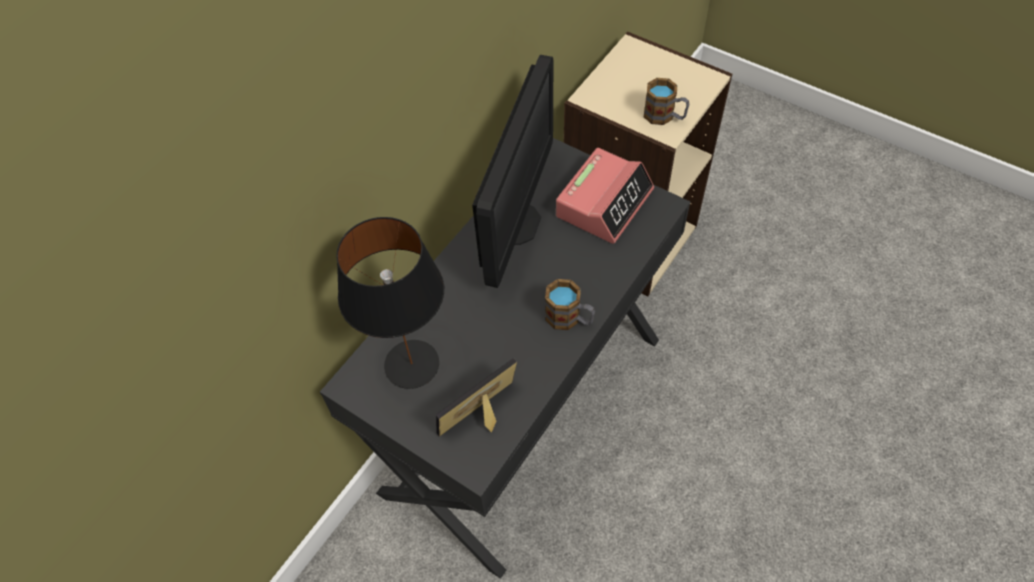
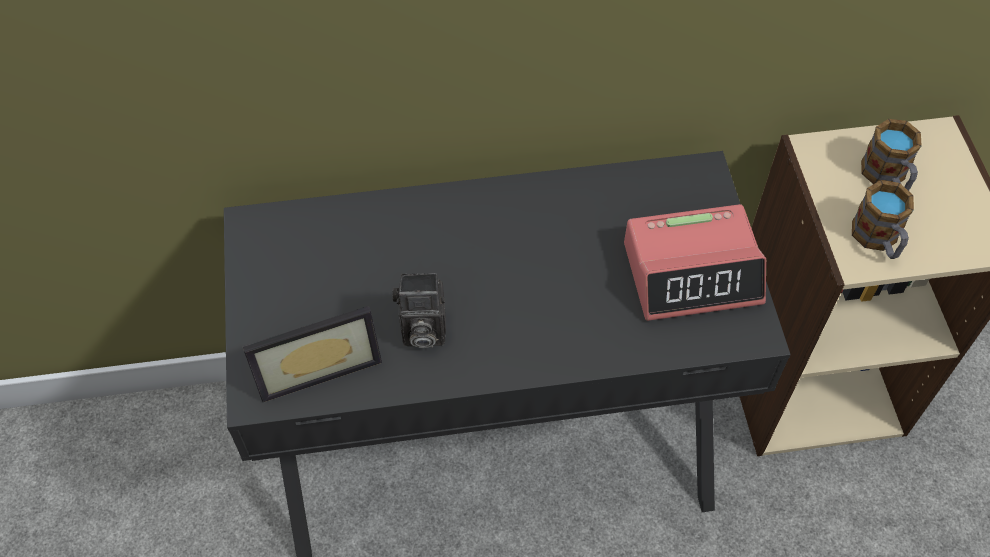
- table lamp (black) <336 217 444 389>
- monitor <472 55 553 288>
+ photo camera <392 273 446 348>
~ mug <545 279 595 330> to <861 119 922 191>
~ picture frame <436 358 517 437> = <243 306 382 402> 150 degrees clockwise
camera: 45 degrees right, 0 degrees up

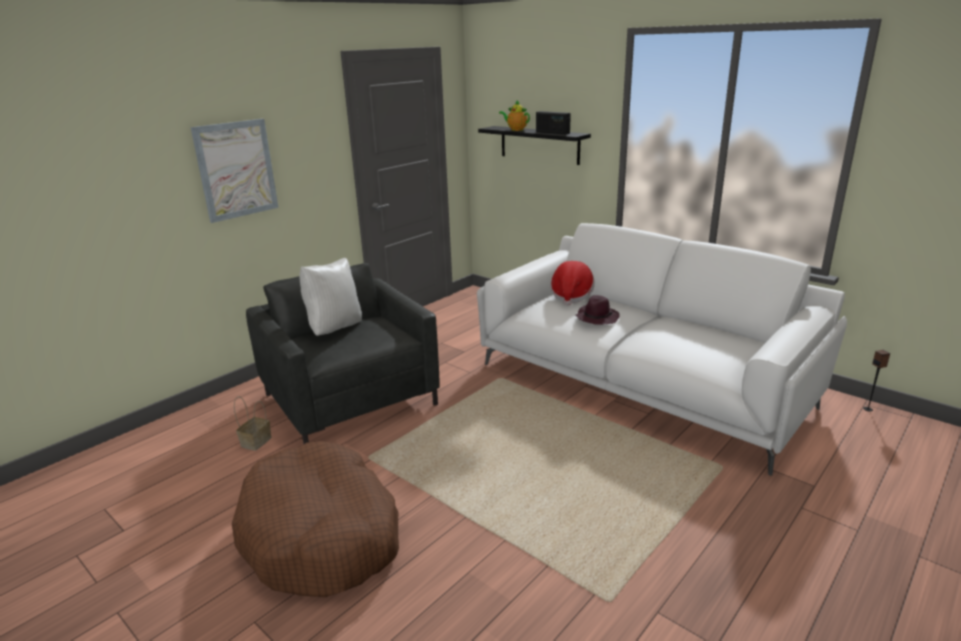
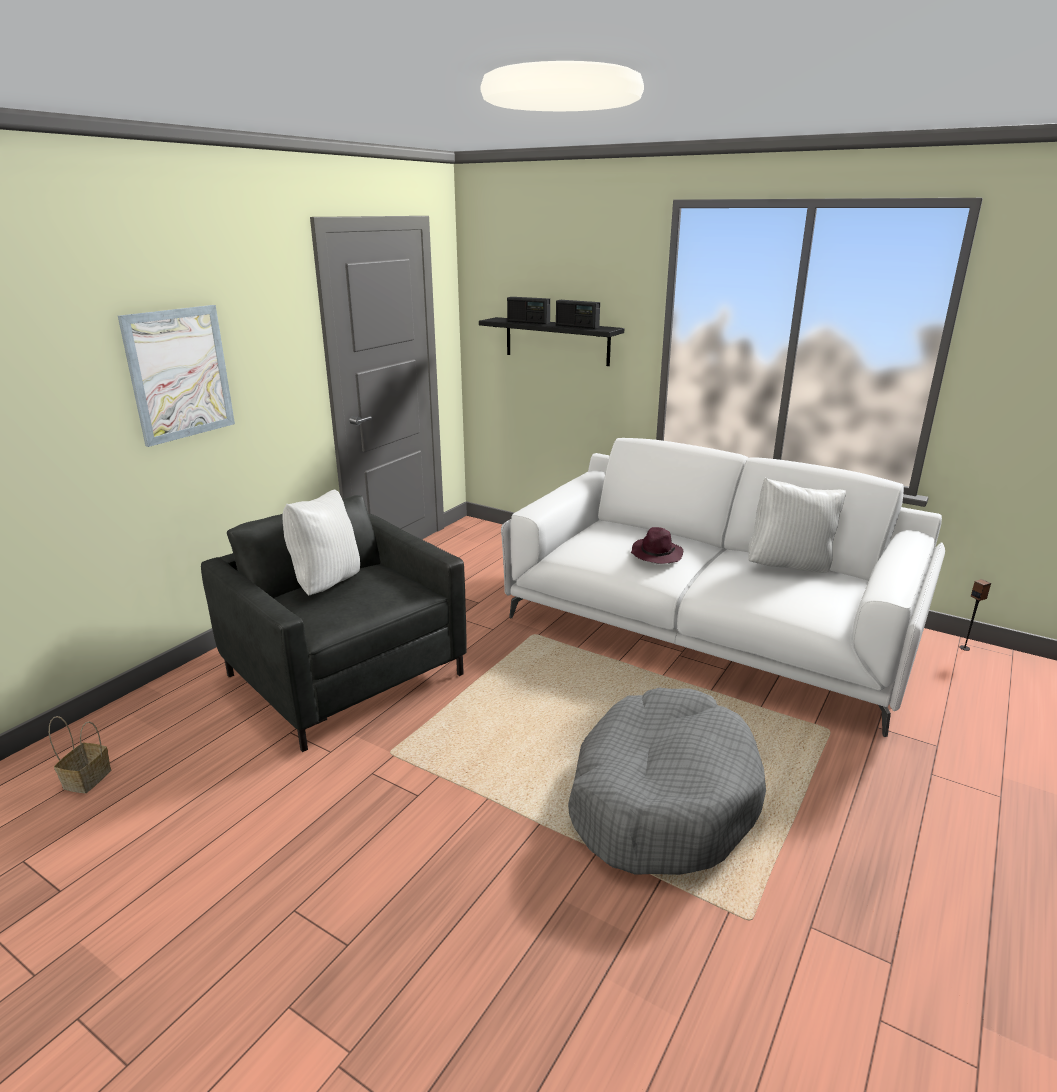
- dog bed (brown) <232 441 399 597>
- hat <551 261 594 305>
+ dog bed (grey) <568 688 766 875>
+ pillow (white) <748 478 846 573>
~ basket <234 396 272 451> to <49 716 111 793>
~ teapot <499 100 530 131> to radio <507 297 550 324>
camera: 10 degrees left, 0 degrees up

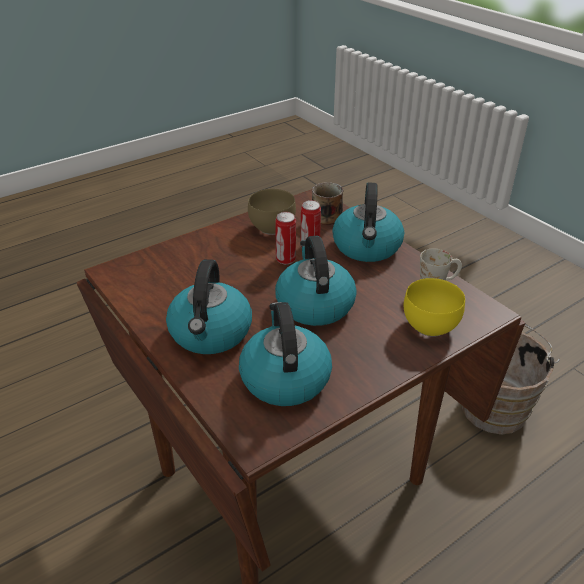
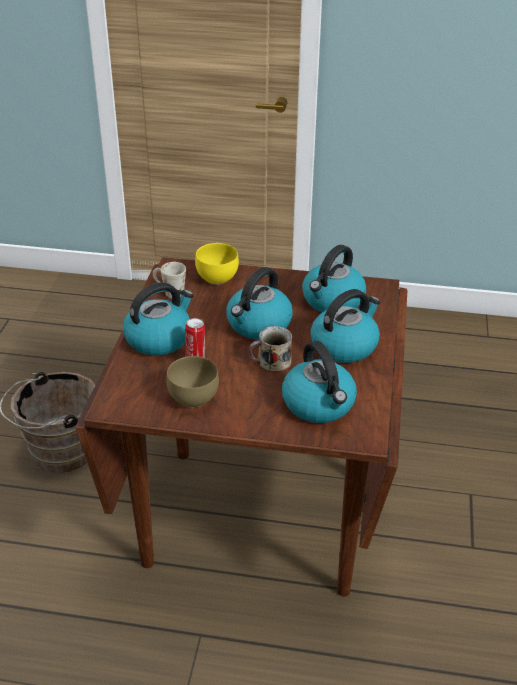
- can <275 212 296 264>
+ kettle <282 341 357 423>
~ mug <312 182 343 225> to <249 326 292 372>
camera: 135 degrees left, 0 degrees up

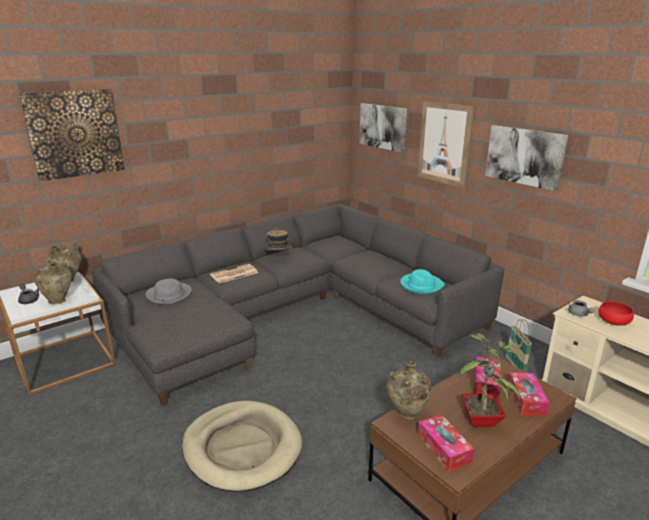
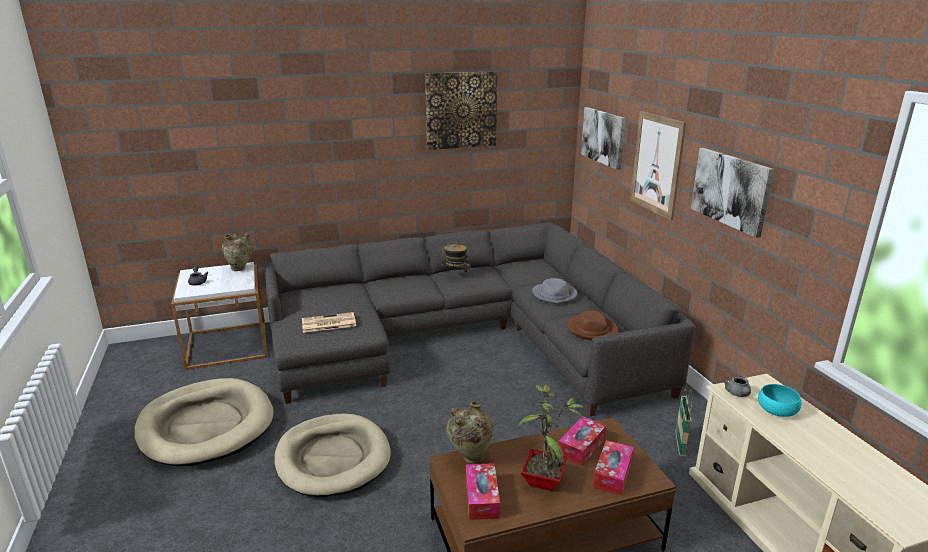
- vase (beige) <34 259 72 304>
+ dog bed (beige) <135 378 274 466>
~ picture <19 89 125 181> to <425 71 498 150>
~ hat (grey) <145 278 192 305> to <532 278 577 305>
~ newspaper <210 264 258 283> to <302 312 356 333>
~ hat (turquoise) <400 269 445 294> to hat (brown) <567 310 619 340>
~ bowl (red) <598 301 634 326> to bowl (turquoise) <758 384 801 417>
camera: 20 degrees right, 0 degrees up

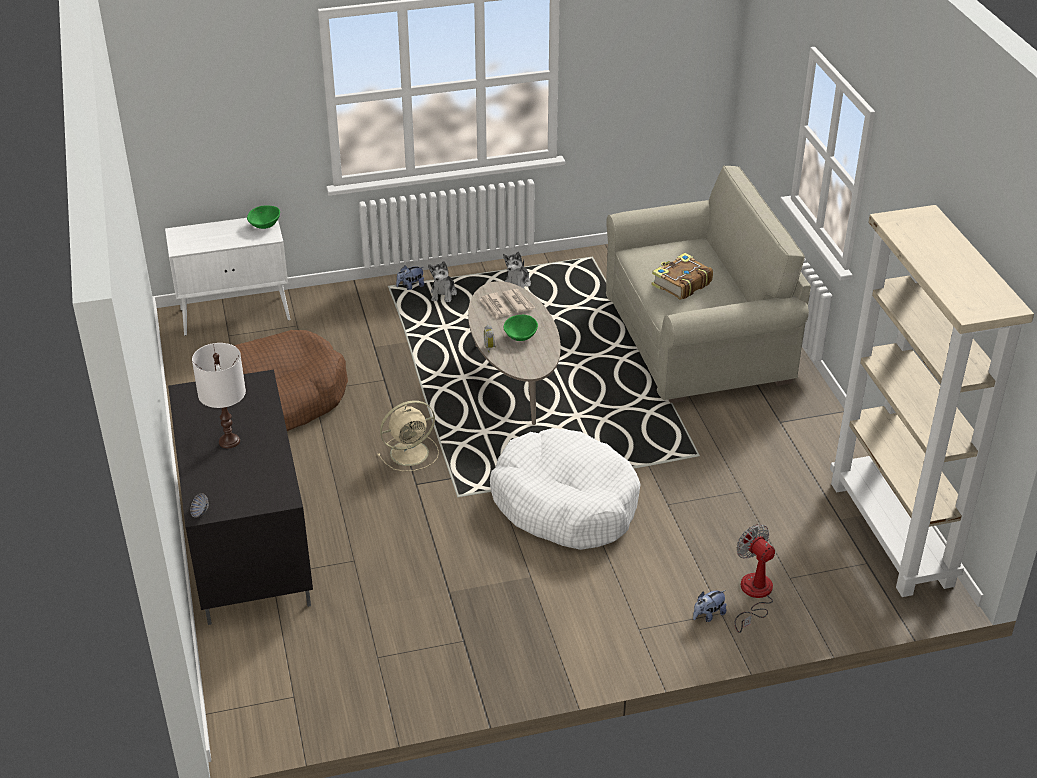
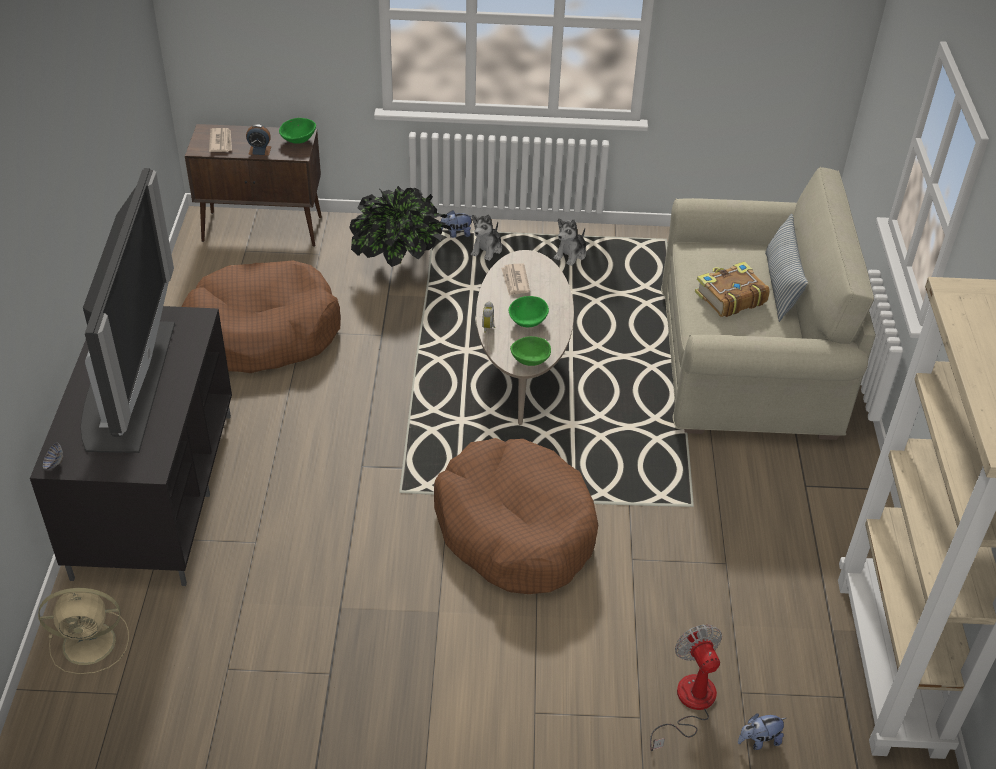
+ alarm clock <246 124 272 156>
+ potted plant <349 186 451 267>
+ bowl (green) <510 336 551 366>
+ pillow <765 214 808 322>
~ fan (beige) <378 400 439 472> to <38 588 129 674>
~ newspaper <503 289 535 313> to <209 128 232 152>
~ plush toy <693 590 727 622> to <738 713 786 750>
~ table lamp (white) <192 343 246 448> to television <80 168 175 453>
~ cabinet (white) <165 218 290 336> to cabinet (brown) <185 124 322 247>
~ dog bed (white) <490 428 640 550> to dog bed (brown) <434 438 598 594>
camera: 15 degrees right, 5 degrees up

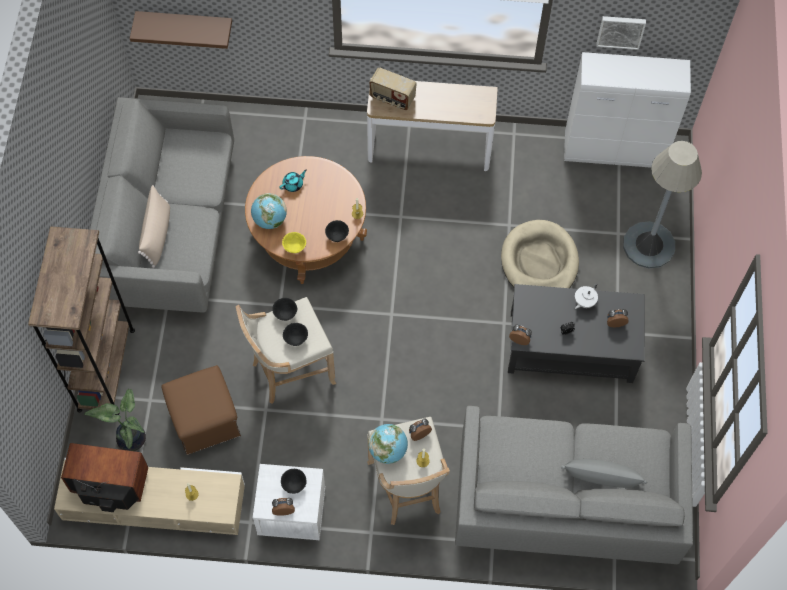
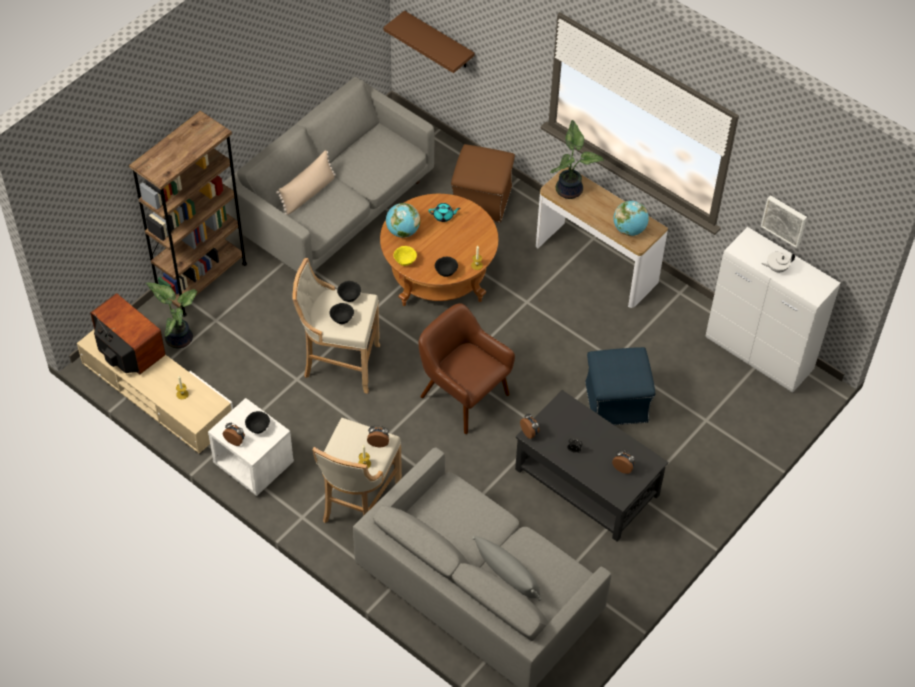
- floor lamp (grey) <623 141 702 269>
+ armchair (brown) <419 303 515 434>
~ ottoman (brown) <161 365 241 455> to <451 144 515 223>
~ globe <368 424 408 464> to <614 201 649 236>
~ teapot (white) <575 284 598 309> to <762 252 795 272>
~ radio <369 67 417 110> to potted plant <550 120 604 199>
~ dog bed (beige) <501 220 579 288> to ottoman (blue) <585 347 655 425>
camera: 35 degrees right, 10 degrees down

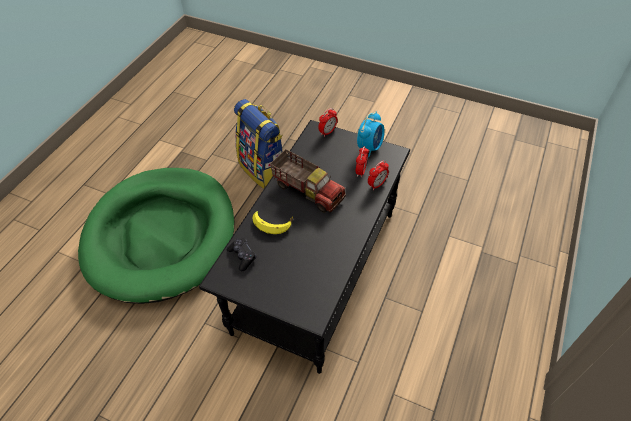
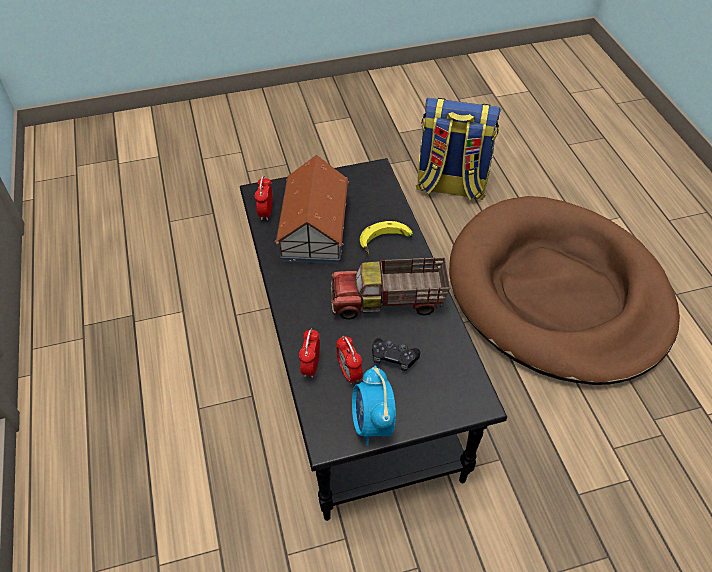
+ toy house <275 155 349 264>
~ game controller (black) <227 238 256 271> to <372 338 420 371>
~ backpack <234 99 282 189> to <416 98 501 201>
~ alarm clock <318 108 337 137> to <254 176 273 220>
~ dog bed (green) <78 168 235 304> to dog bed (brown) <449 196 680 385>
camera: 140 degrees right, 0 degrees up

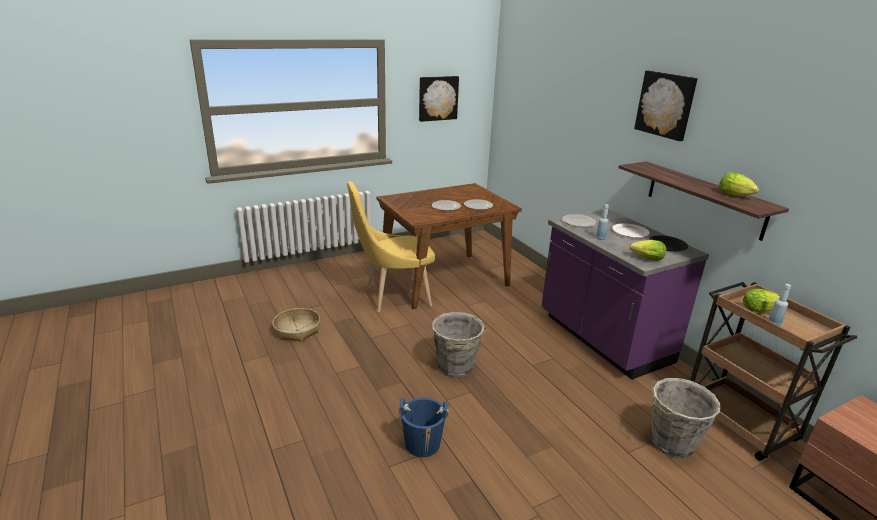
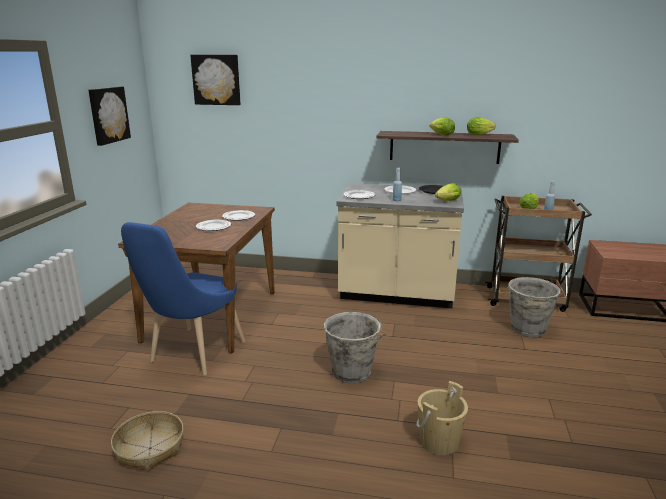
+ lettuce <430 117 455 136>
~ picture <634 71 698 141> to <190 55 241 105>
~ chair (yellow) <347 181 435 312> to chair (blue) <121 222 245 375>
~ bucket (blue) <399 397 449 457> to bucket (beige) <417 381 468 455>
~ counter (purple) <541 209 709 380> to counter (beige) <336 183 464 308>
camera: 50 degrees left, 5 degrees down

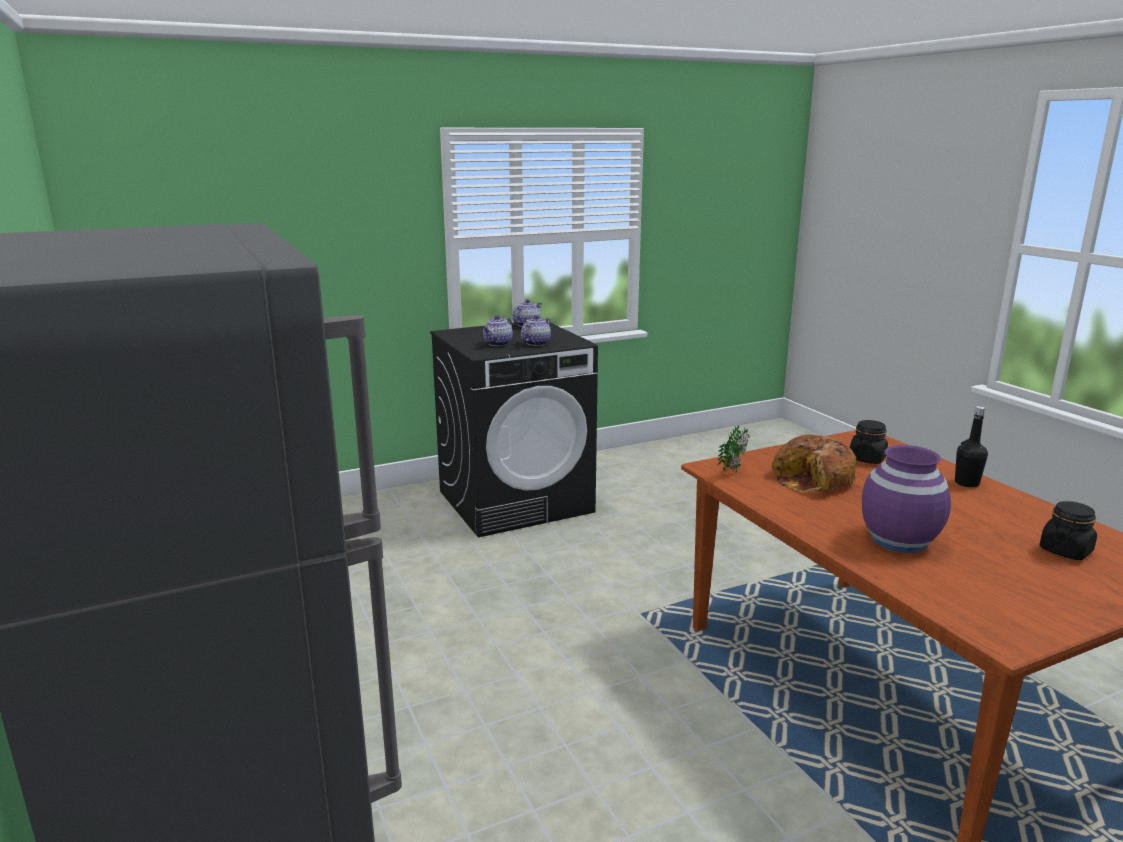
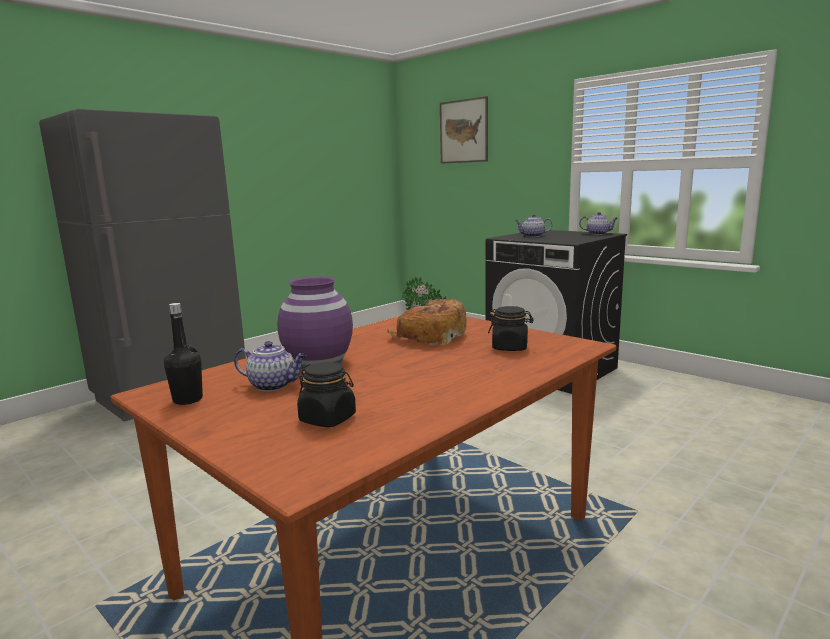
+ picture <440 96 488 164>
~ teapot <521 315 551 346> to <234 341 306 391>
~ bottle (black) <955 406 988 487> to <164 303 203 405>
camera: 70 degrees right, 5 degrees down

